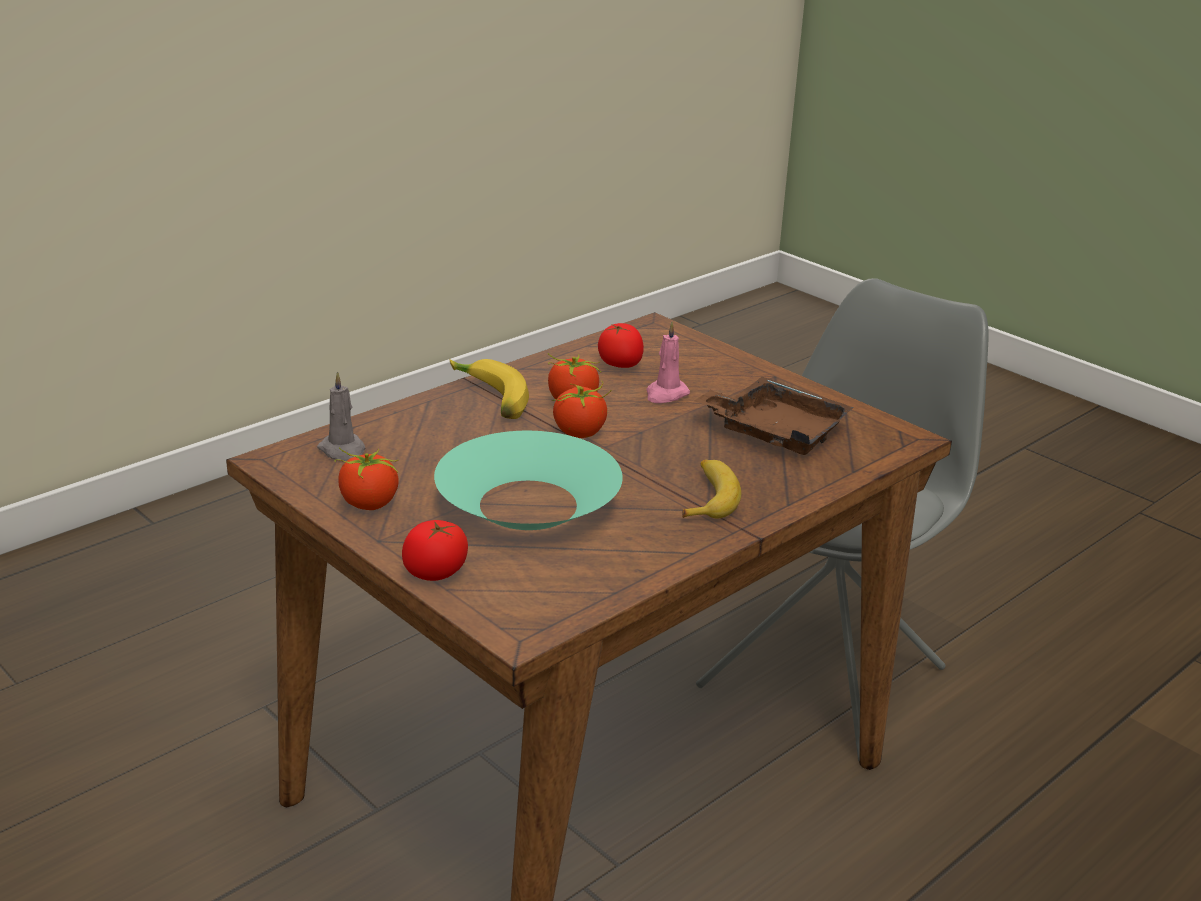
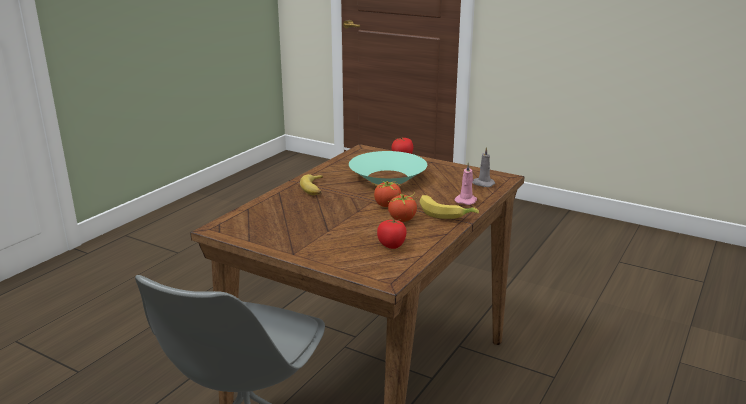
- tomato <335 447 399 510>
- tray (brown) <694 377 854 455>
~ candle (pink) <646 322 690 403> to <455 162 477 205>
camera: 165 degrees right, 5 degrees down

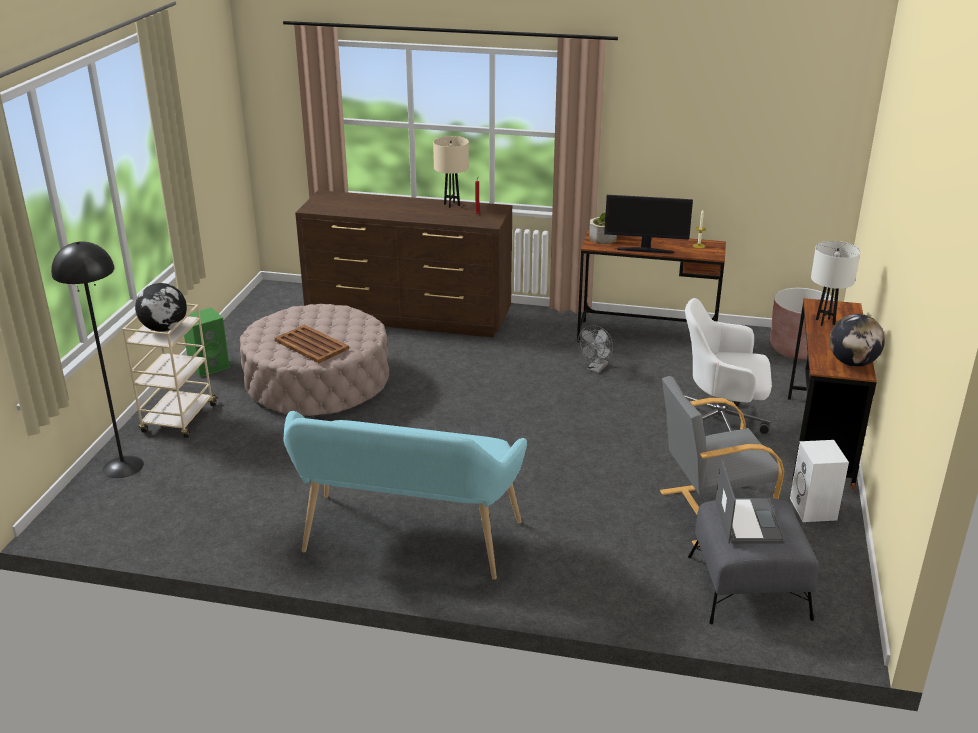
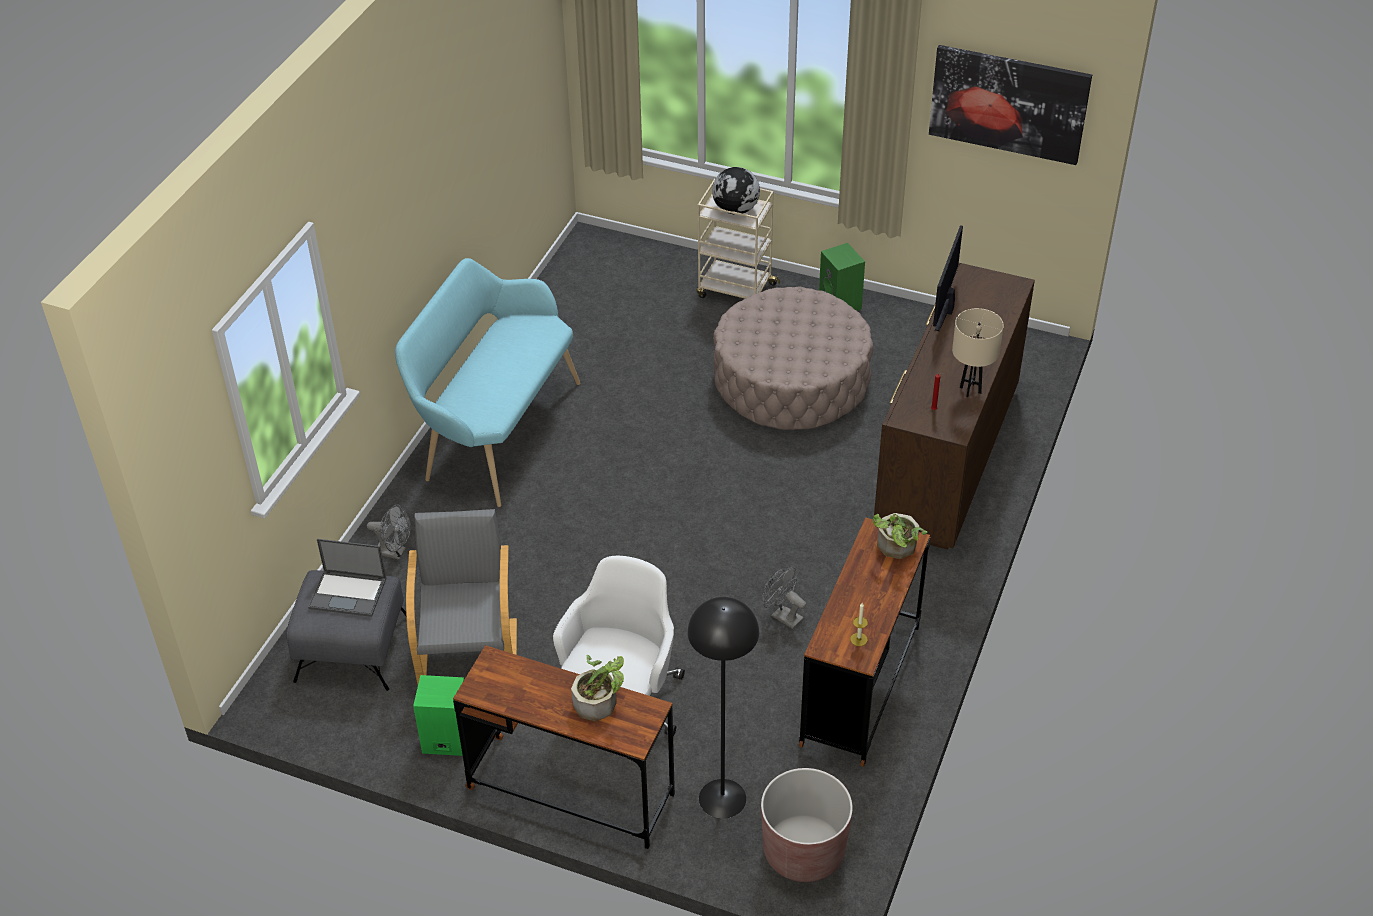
- tray (brown) <275 325 349 363>
- globe <829 314 885 367>
+ fan (grey) <367 505 411 560>
+ picture <929 45 1092 165>
~ floor lamp (black) <51 241 144 478> to <688 597 759 819>
~ monitor <604 195 693 254> to <933 225 963 331>
~ table lamp (white) <811 241 861 326> to potted plant <571 654 624 721>
~ speaker (white) <790 440 849 522> to speaker (green) <413 675 464 756>
camera: 100 degrees right, 15 degrees up

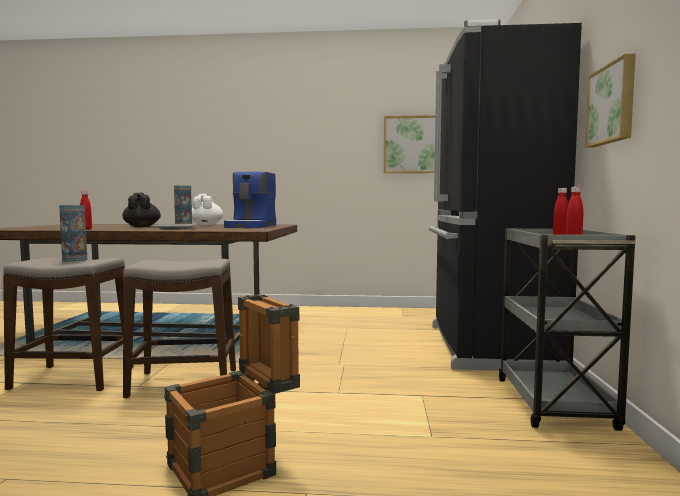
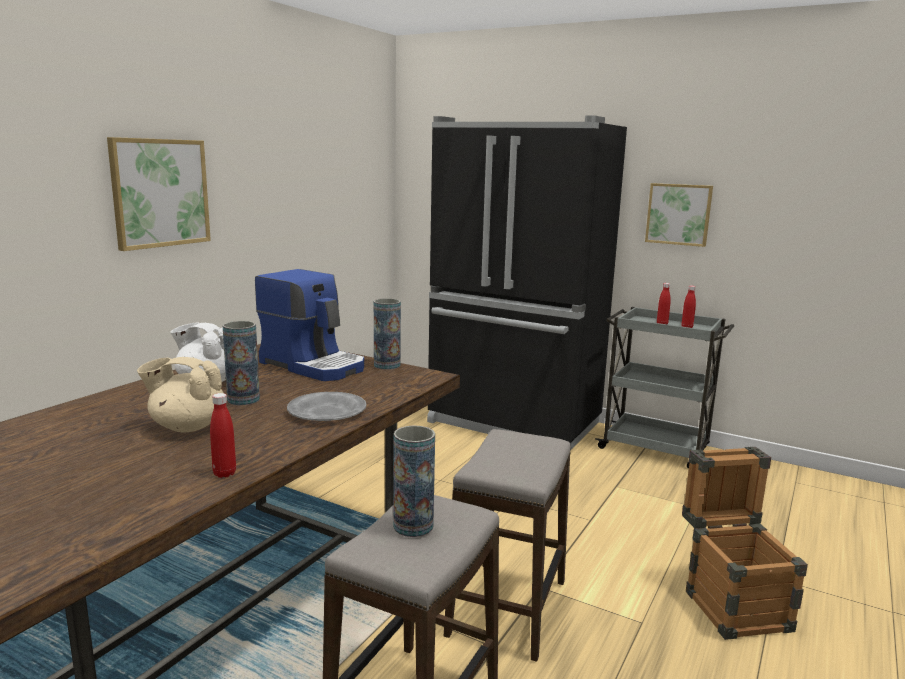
+ vase <374 298 401 370>
~ picture <384 115 438 173> to <107 137 211 251>
~ teapot (black) <122 193 161 227> to teapot (beige) <137 357 223 432>
camera: 65 degrees left, 10 degrees up

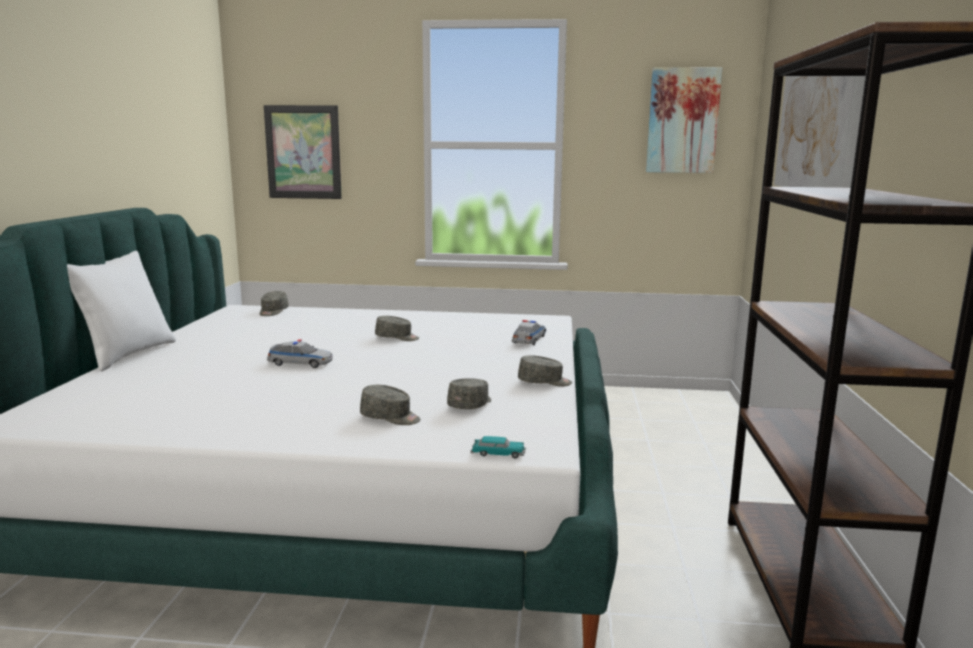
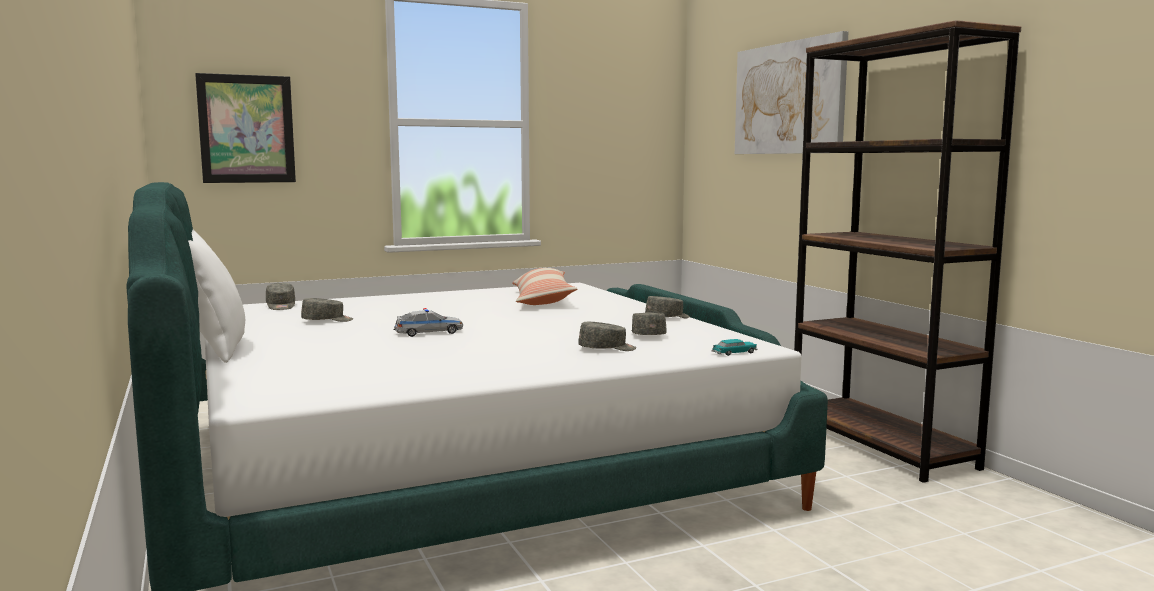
- toy car <512 320 546 345>
- picture <646 67 722 173>
+ pillow <512 268 577 305>
~ cap (grey) <375 316 419 341> to <301 298 353 322>
camera: 30 degrees left, 5 degrees down

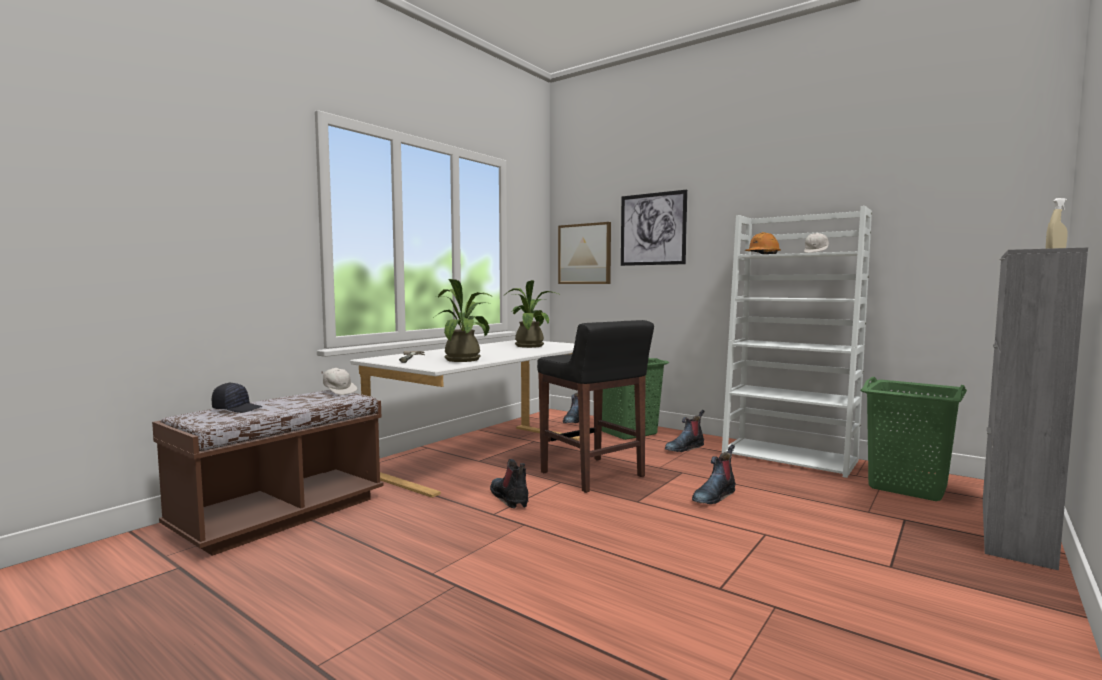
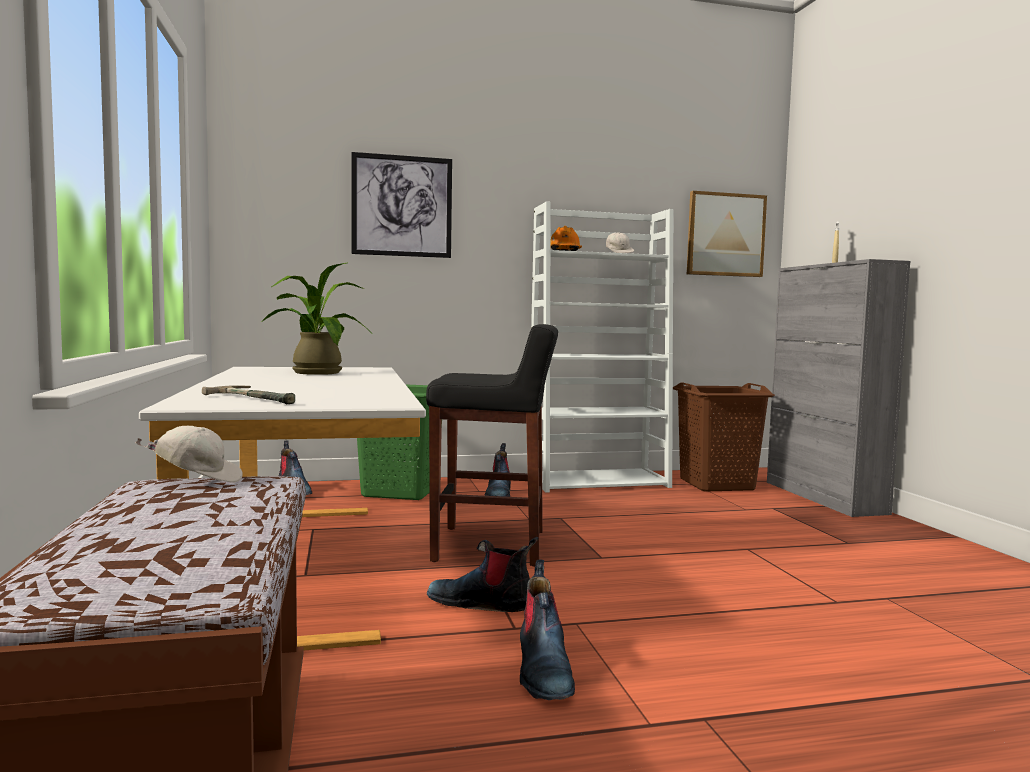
- cap (black) <212 382 263 413>
- potted plant <433 279 492 362>
~ picture <558 222 611 284> to <687 191 767 277>
~ boot <692 445 736 504> to <520 560 575 700>
~ laundry basket (green) <860 377 967 501> to laundry basket (brown) <673 383 775 492>
camera: 50 degrees left, 0 degrees up

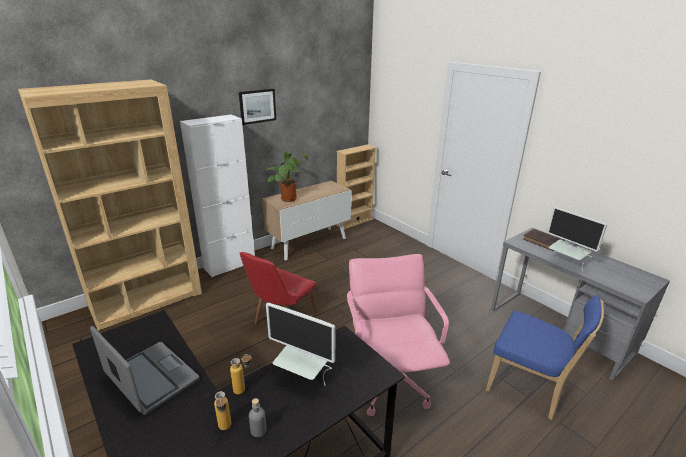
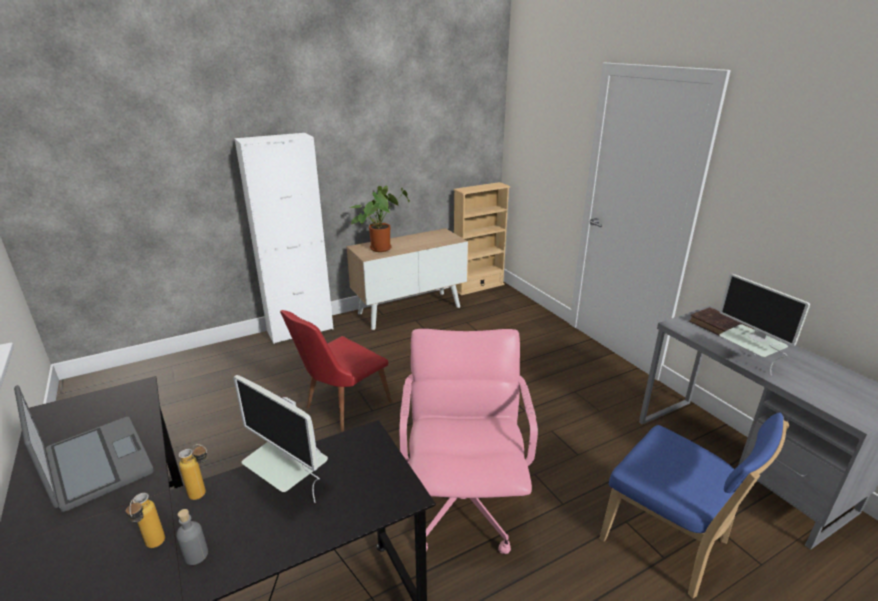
- bookcase (brown) <18 79 202 331>
- picture <239 89 276 125>
camera: 10 degrees right, 0 degrees up

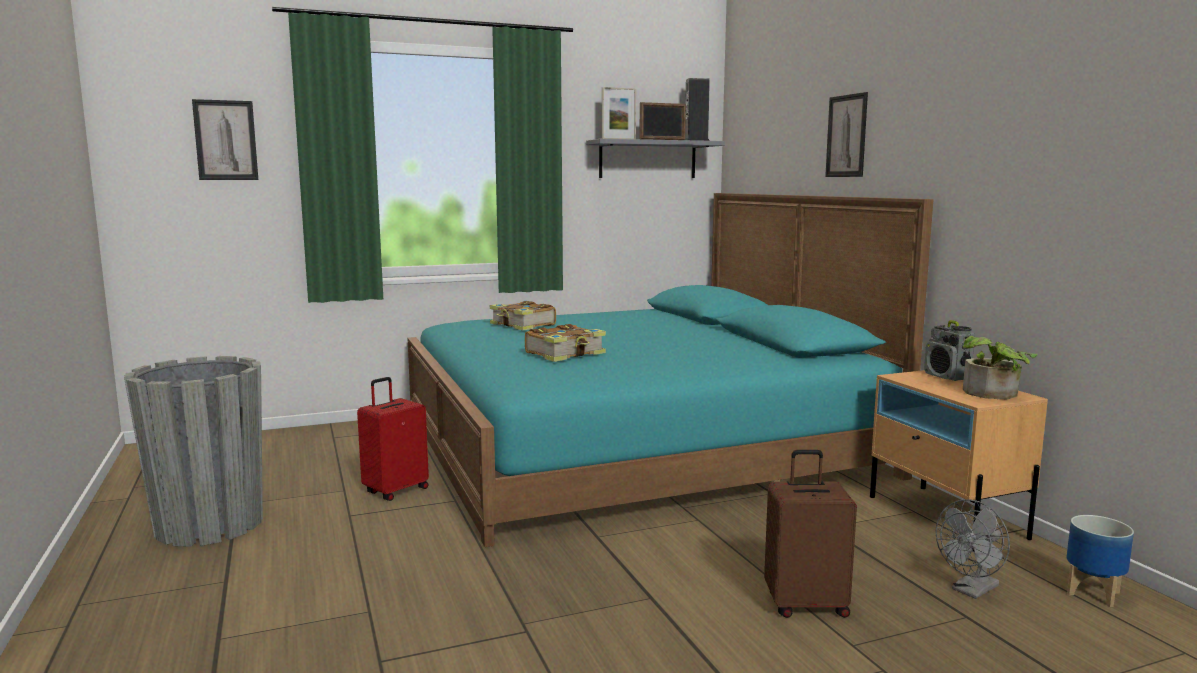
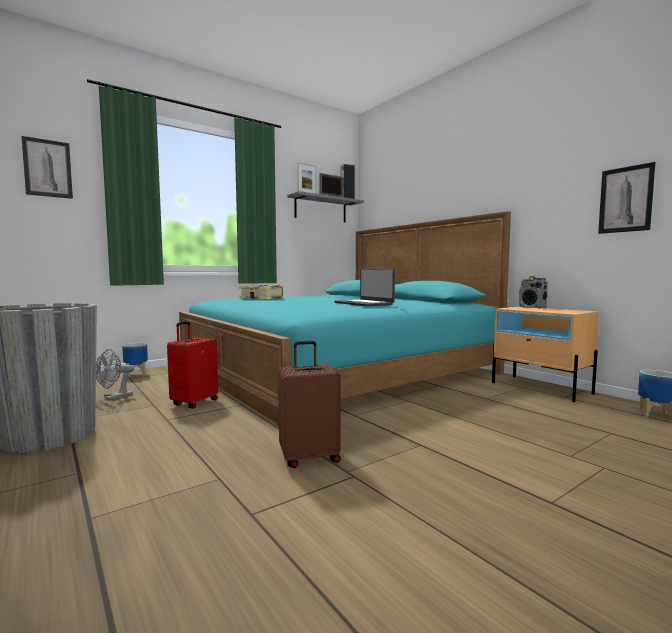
- book <525 324 606 362>
- potted plant <963 336 1038 400>
+ planter <122 343 148 377>
+ laptop <334 268 395 306>
~ suitcase (brown) <764 450 857 618> to <278 341 341 468>
~ picture <825 92 868 177> to <598 162 656 234>
~ fan (grey) <935 499 1010 599> to <96 349 135 400>
camera: 15 degrees left, 5 degrees down

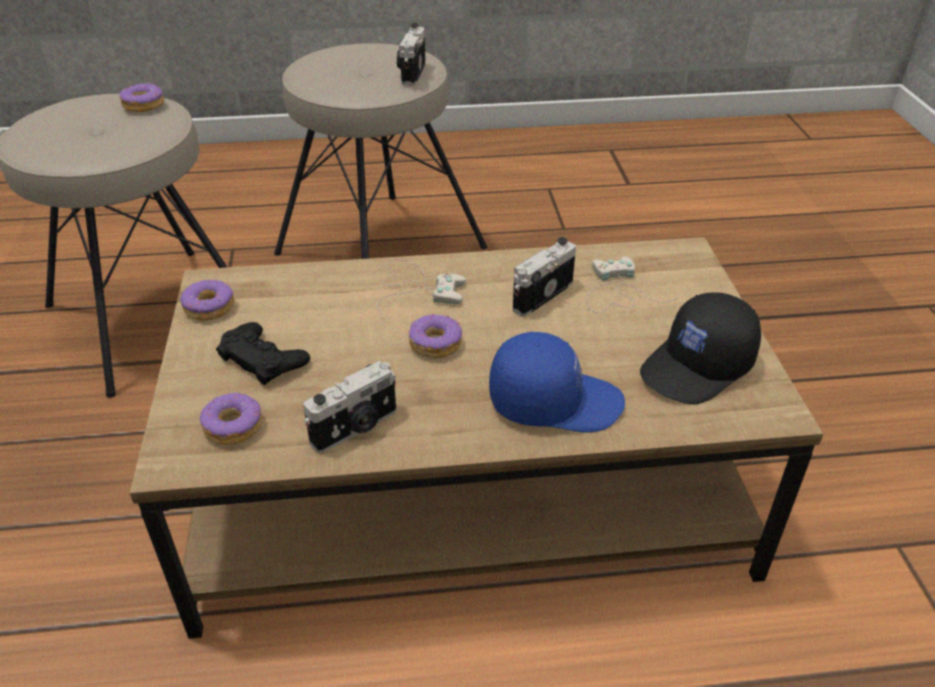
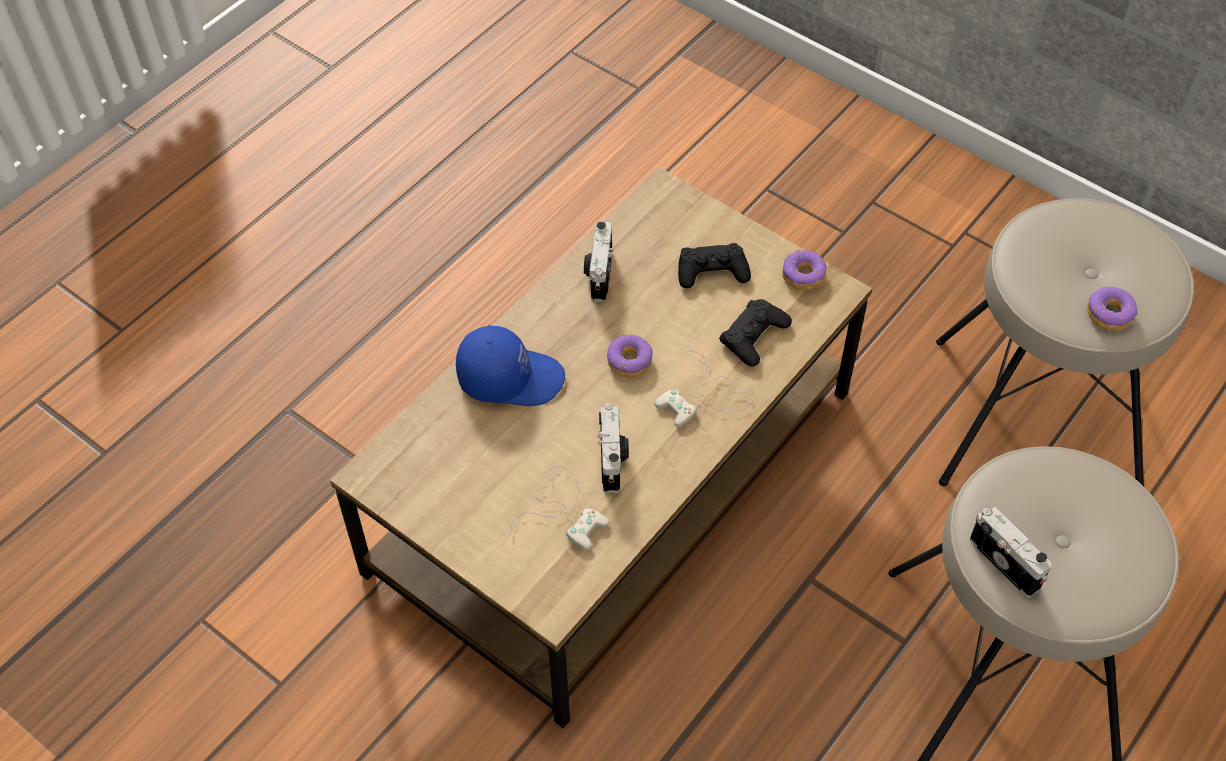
- donut <200 393 262 445>
- cap (black) <640 292 761 405>
+ game controller (black) <719 299 792 367>
~ cap (blue) <489 332 625 433> = <456 325 565 406> 135 degrees counterclockwise
camera: 135 degrees right, 15 degrees up

